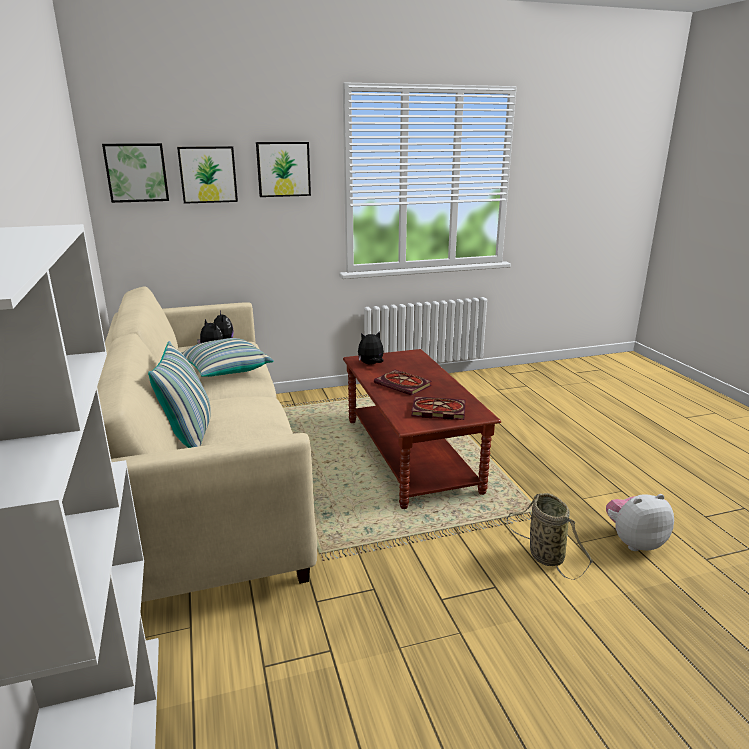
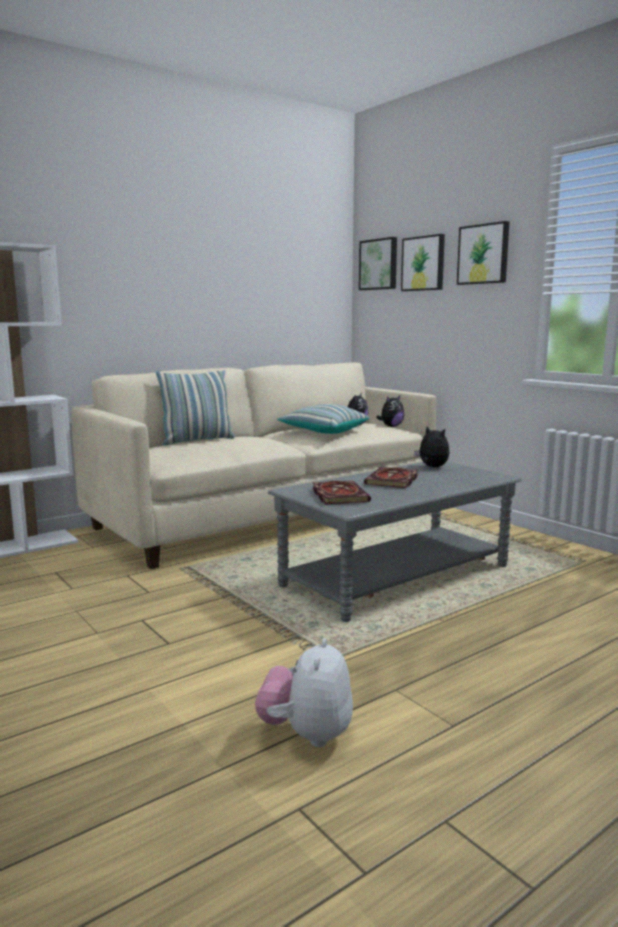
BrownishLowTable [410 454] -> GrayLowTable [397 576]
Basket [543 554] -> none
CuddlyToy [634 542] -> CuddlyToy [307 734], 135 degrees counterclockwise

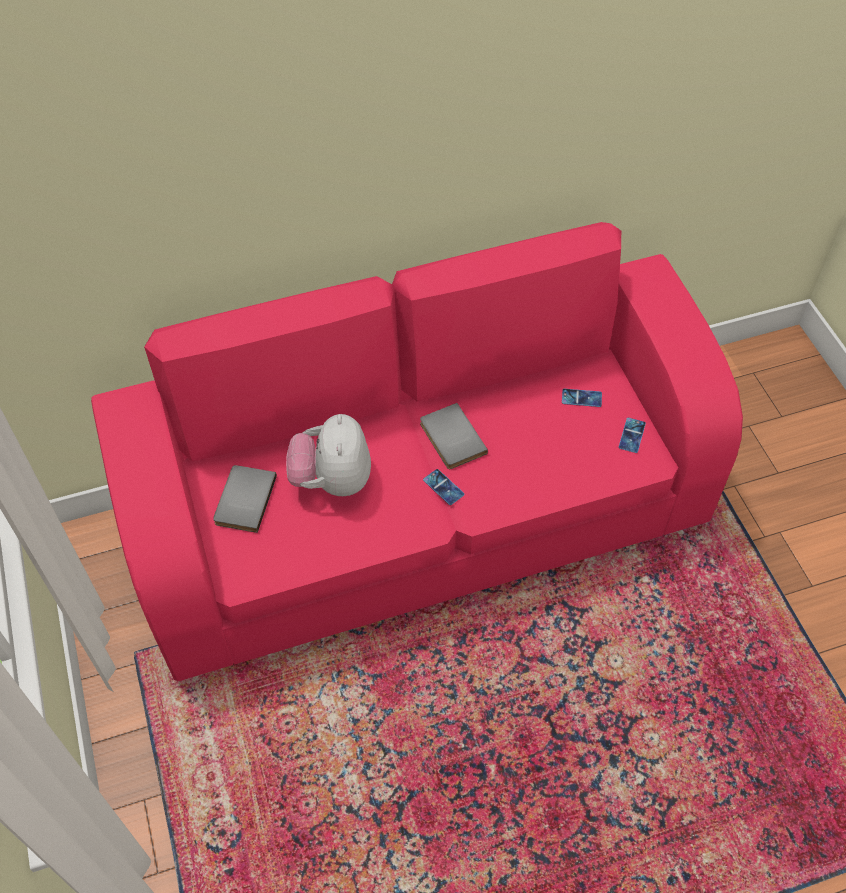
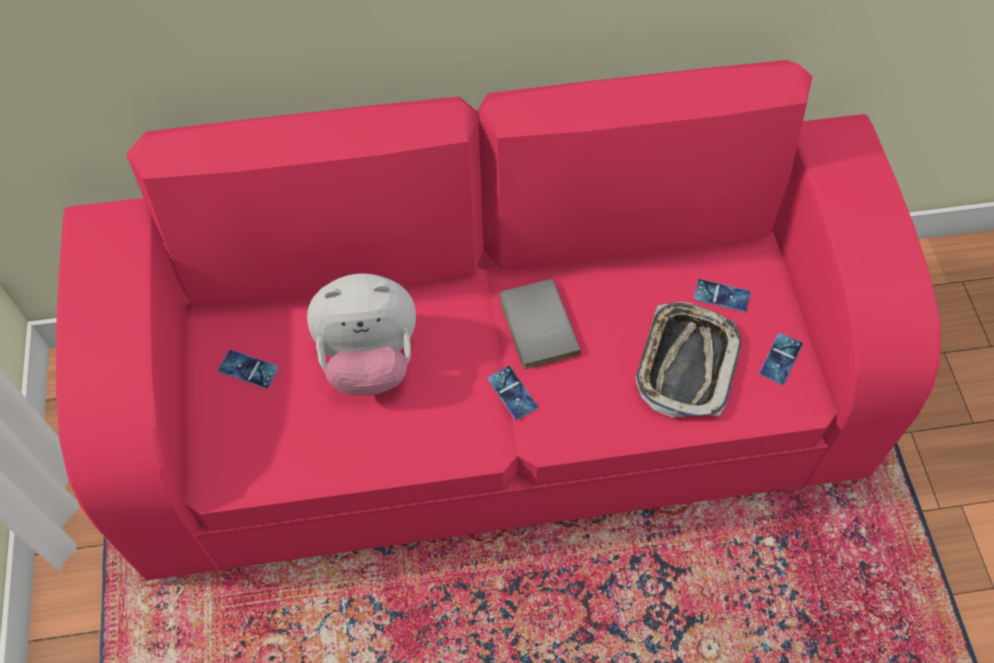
GrayBook [243 500] -> Telephone [248 369]
CuddlyToy [332 480] -> CuddlyToy [369 360], 105 degrees counterclockwise
none -> Tray [685 364]

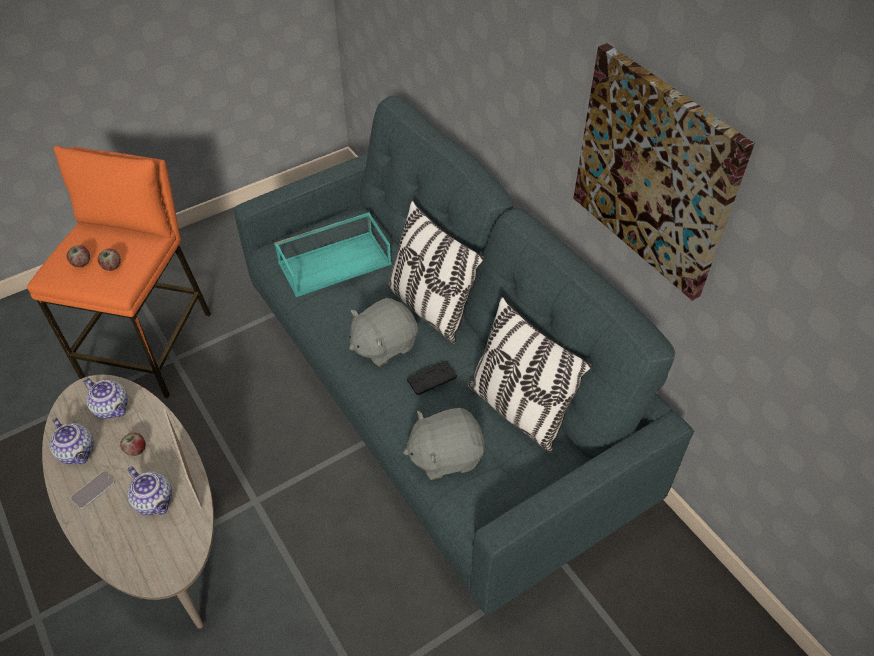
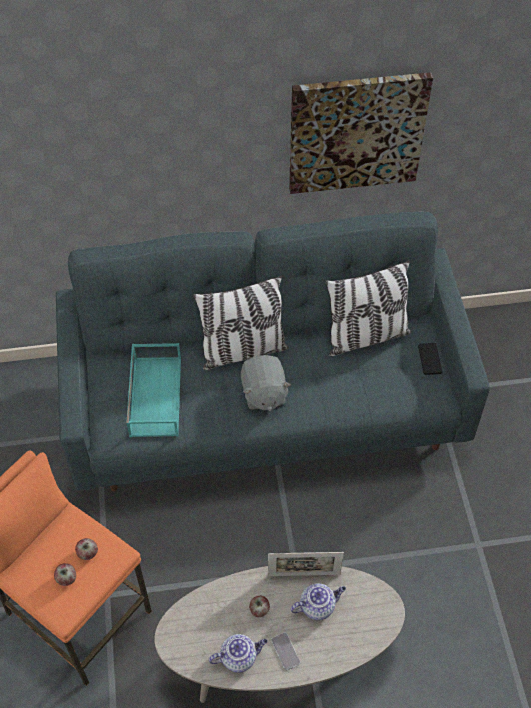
TeaPot [112 408] -> none
GrayCuddlyToy [445 455] -> none
BlackColouredJoypad [431 378] -> BlackColouredJoypad [429 359], moved

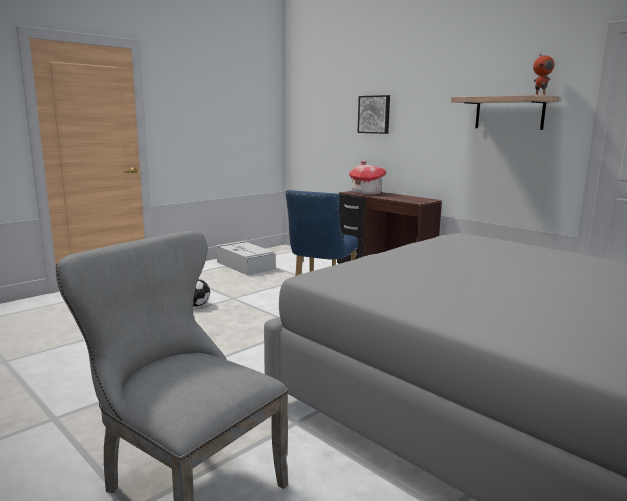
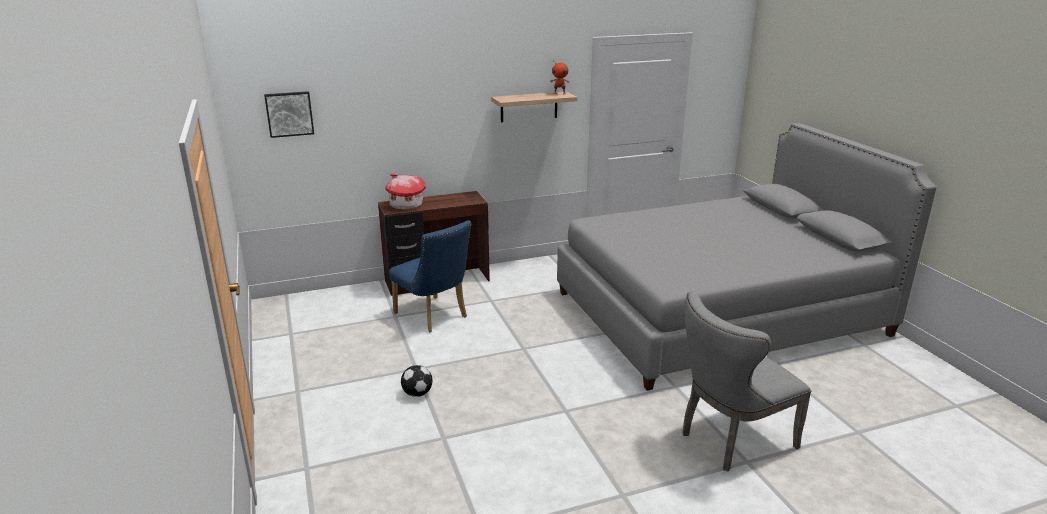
GrayStorageBin [244 265] -> none
WallPicture [374 114] -> WallPicture [289 114], moved

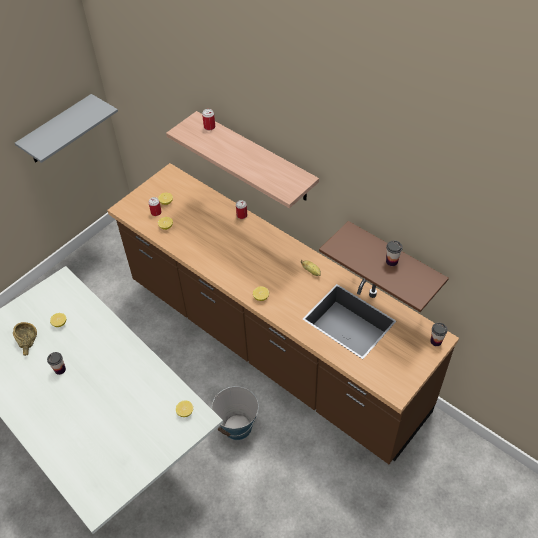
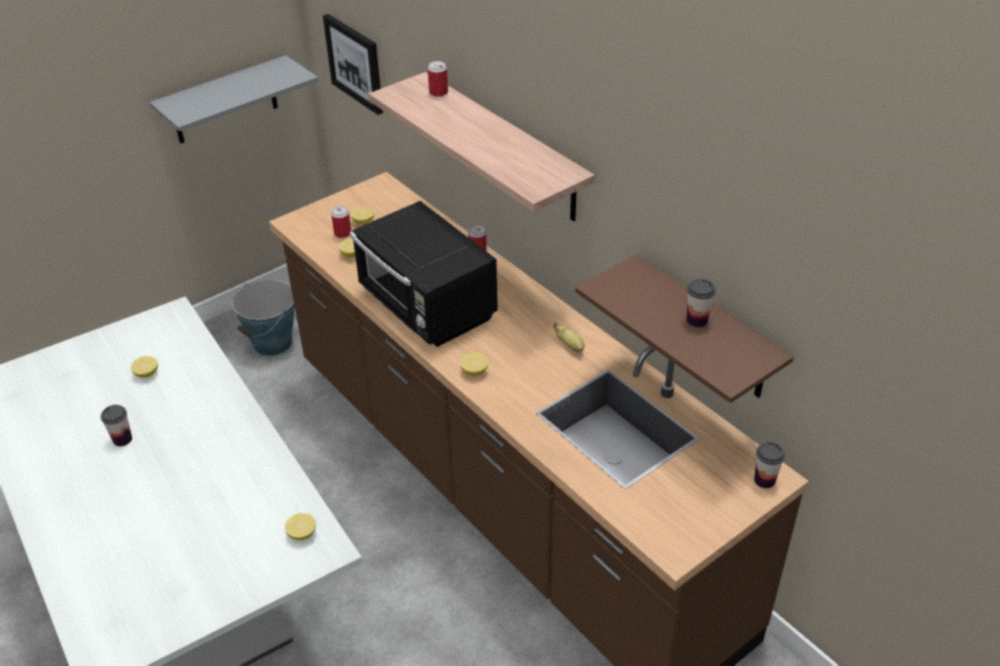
BrownishDeepDish [28 342] -> none
WaterBucket [237 427] -> WaterBucket [273 343], moved
none -> WallPicture [355 63]
none -> BlackColouredMicrowave [427 307]

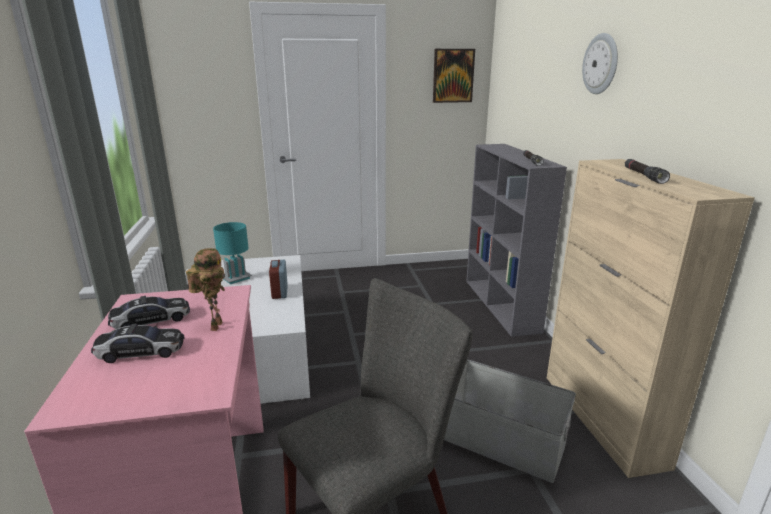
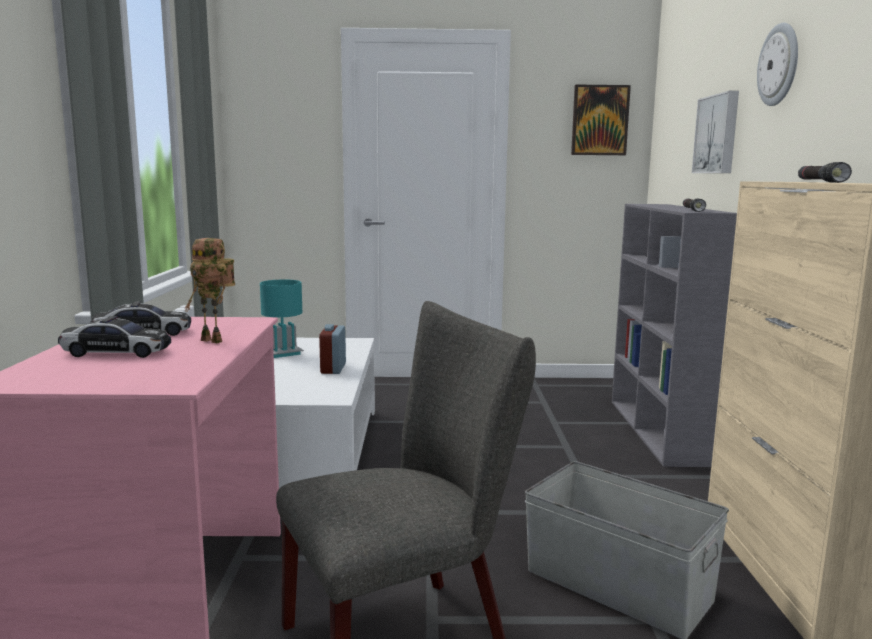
ToyRobot [215 325] -> ToyRobot [215 340], 105 degrees clockwise
none -> WallPicture [718 134]

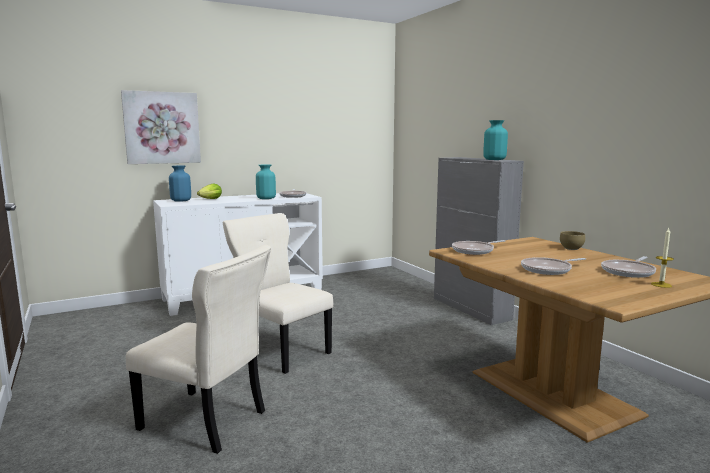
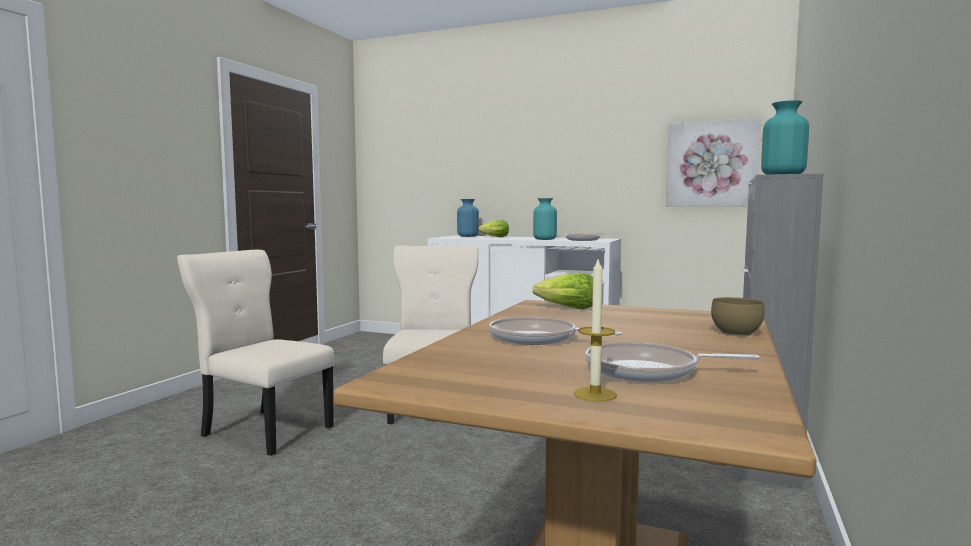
WallPicture [162 128] -> WallPicture [711 164], moved
BeigeColouredPlainChair [207 422] -> BeigeColouredPlainChair [264 430], 135 degrees clockwise
Skillet [475 251] -> LettuceHead [567 308]

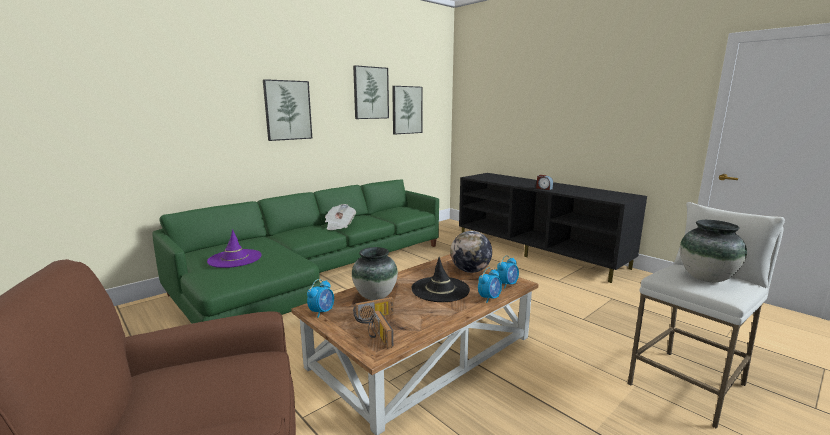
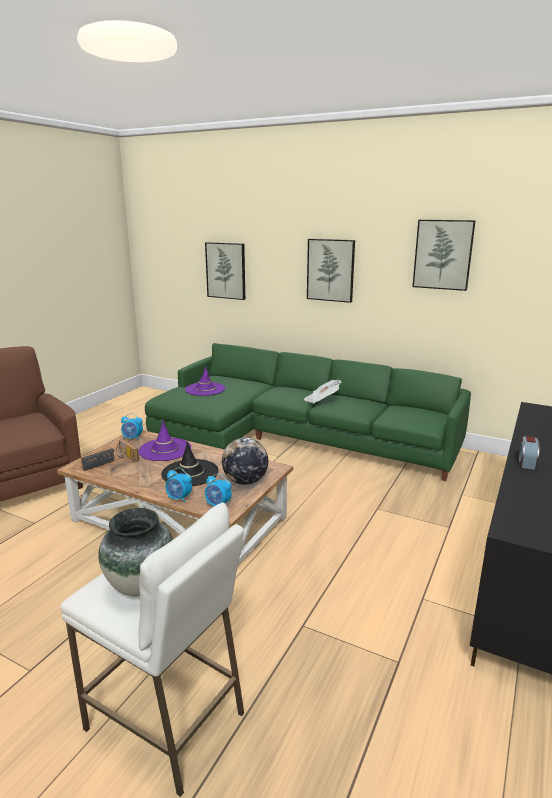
FlowerVase [375 296] -> PurpleWearableHat [165 450]
WallPicture [406 110] -> WallPicture [226 270], moved

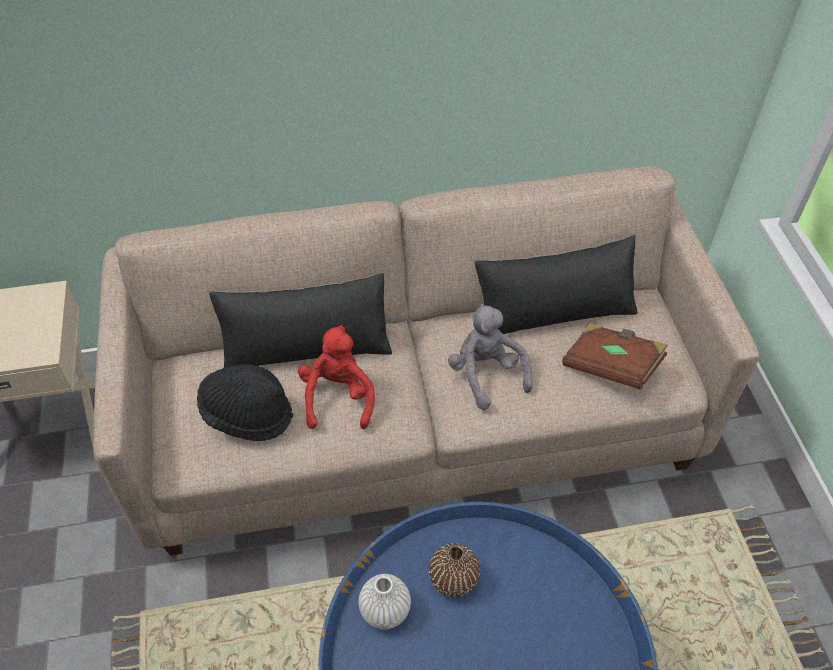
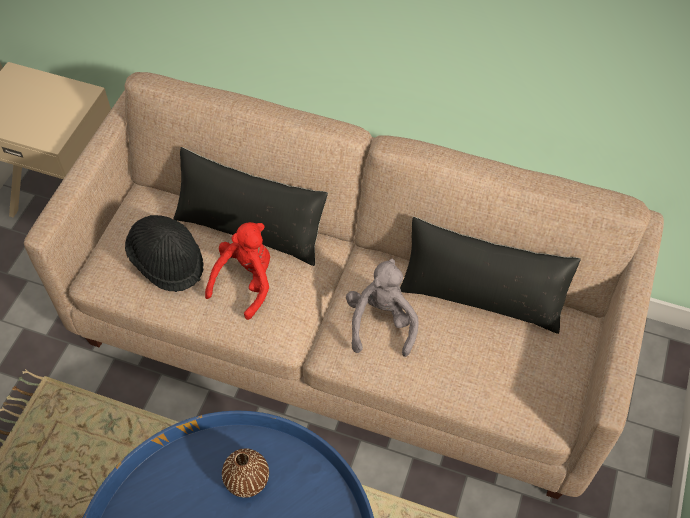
WhiteFlowerVase [385 610] -> none
BrownishBook [611 366] -> none

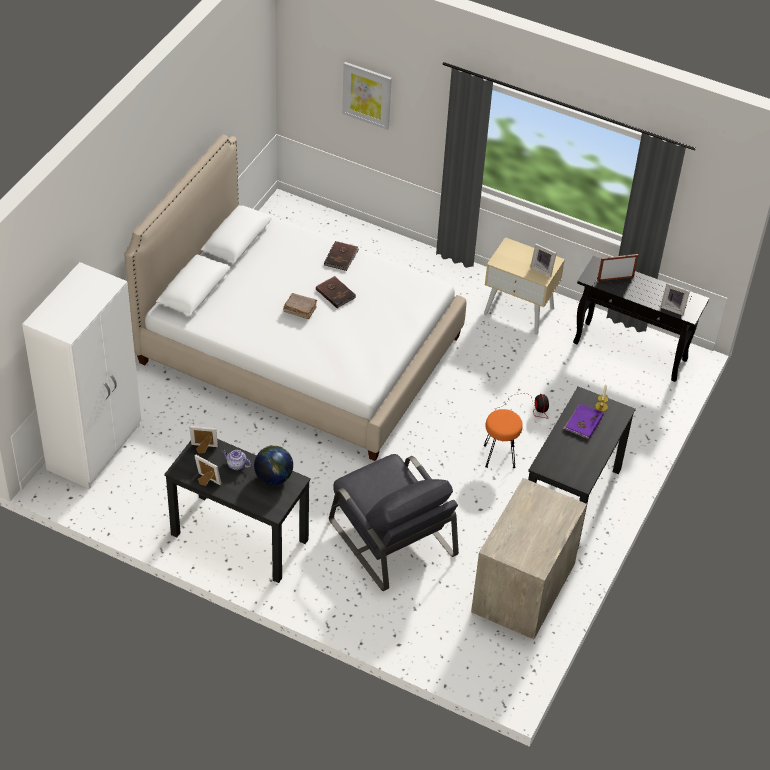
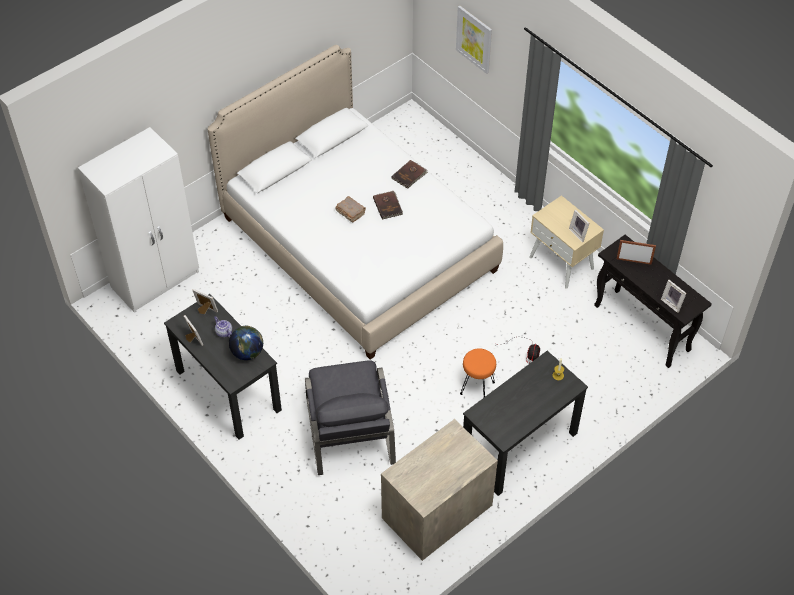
PurpleBook [583 422] -> none

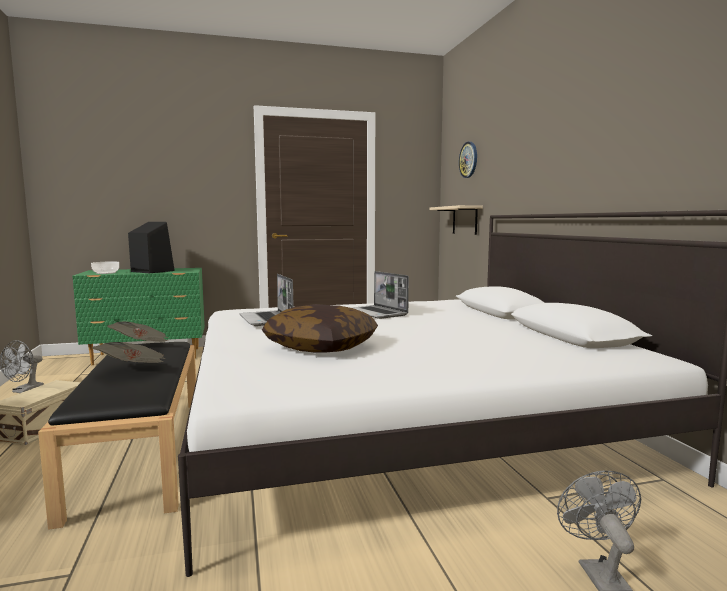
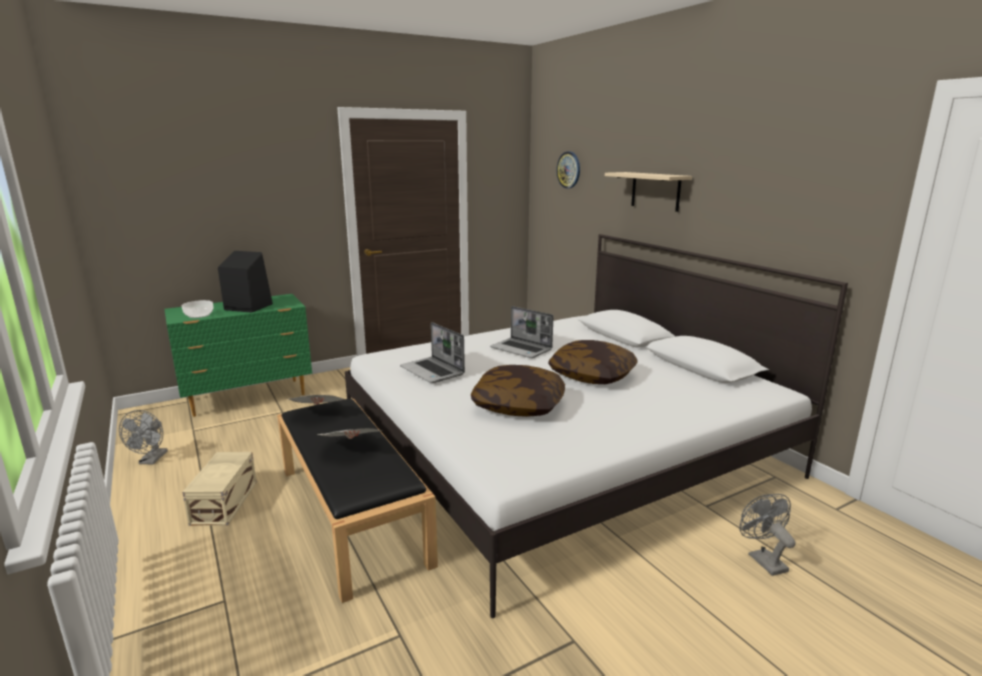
BeigeColouredBracketShelf [465 220] -> BeigeColouredBracketShelf [655 191], moved
none -> Pillow [592 376]

